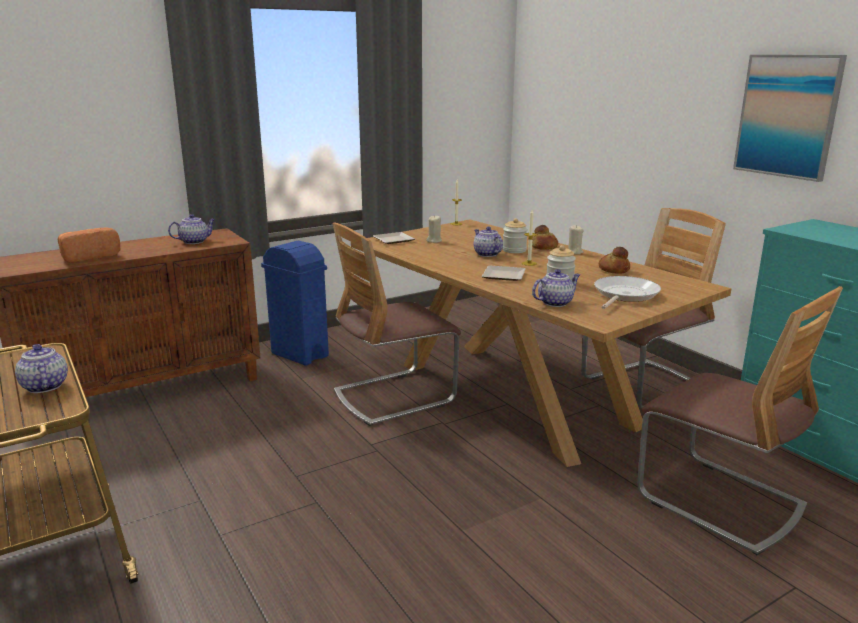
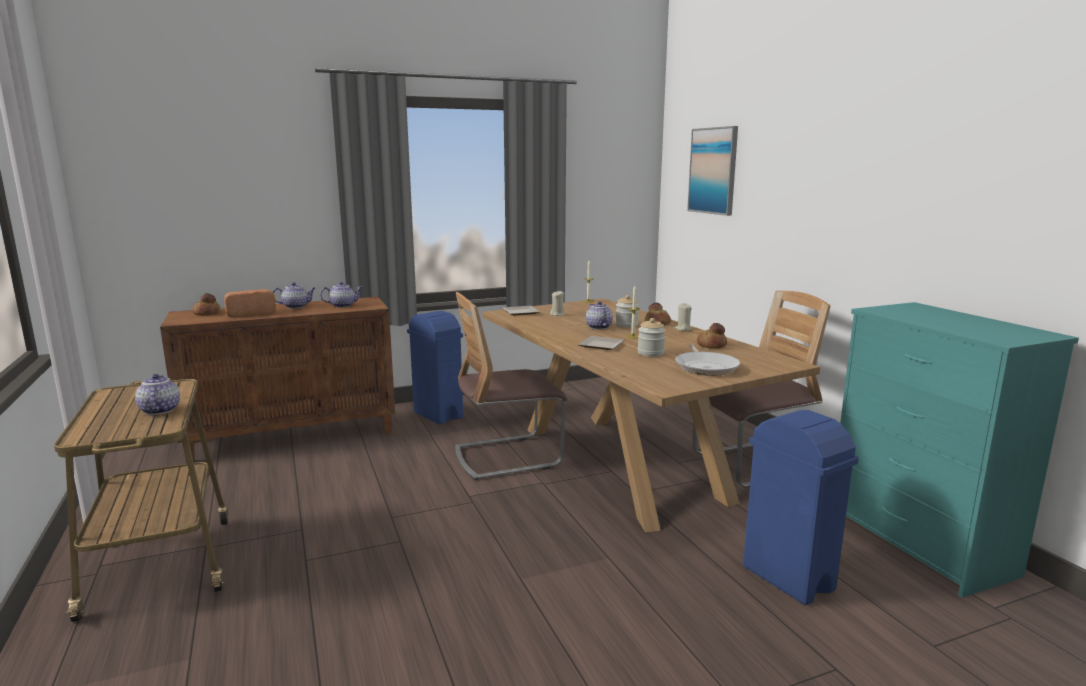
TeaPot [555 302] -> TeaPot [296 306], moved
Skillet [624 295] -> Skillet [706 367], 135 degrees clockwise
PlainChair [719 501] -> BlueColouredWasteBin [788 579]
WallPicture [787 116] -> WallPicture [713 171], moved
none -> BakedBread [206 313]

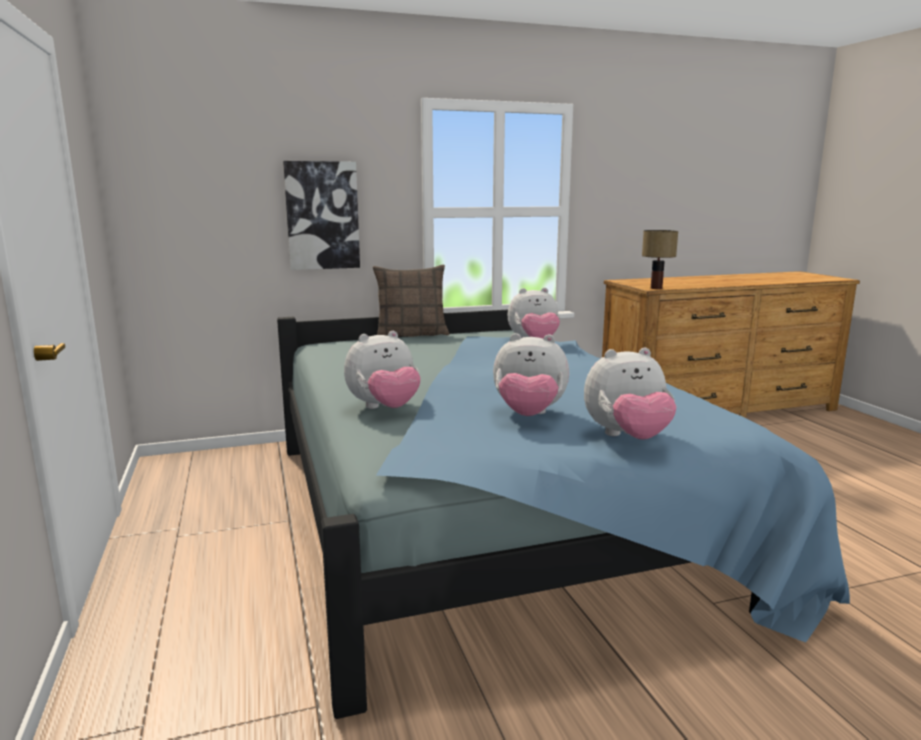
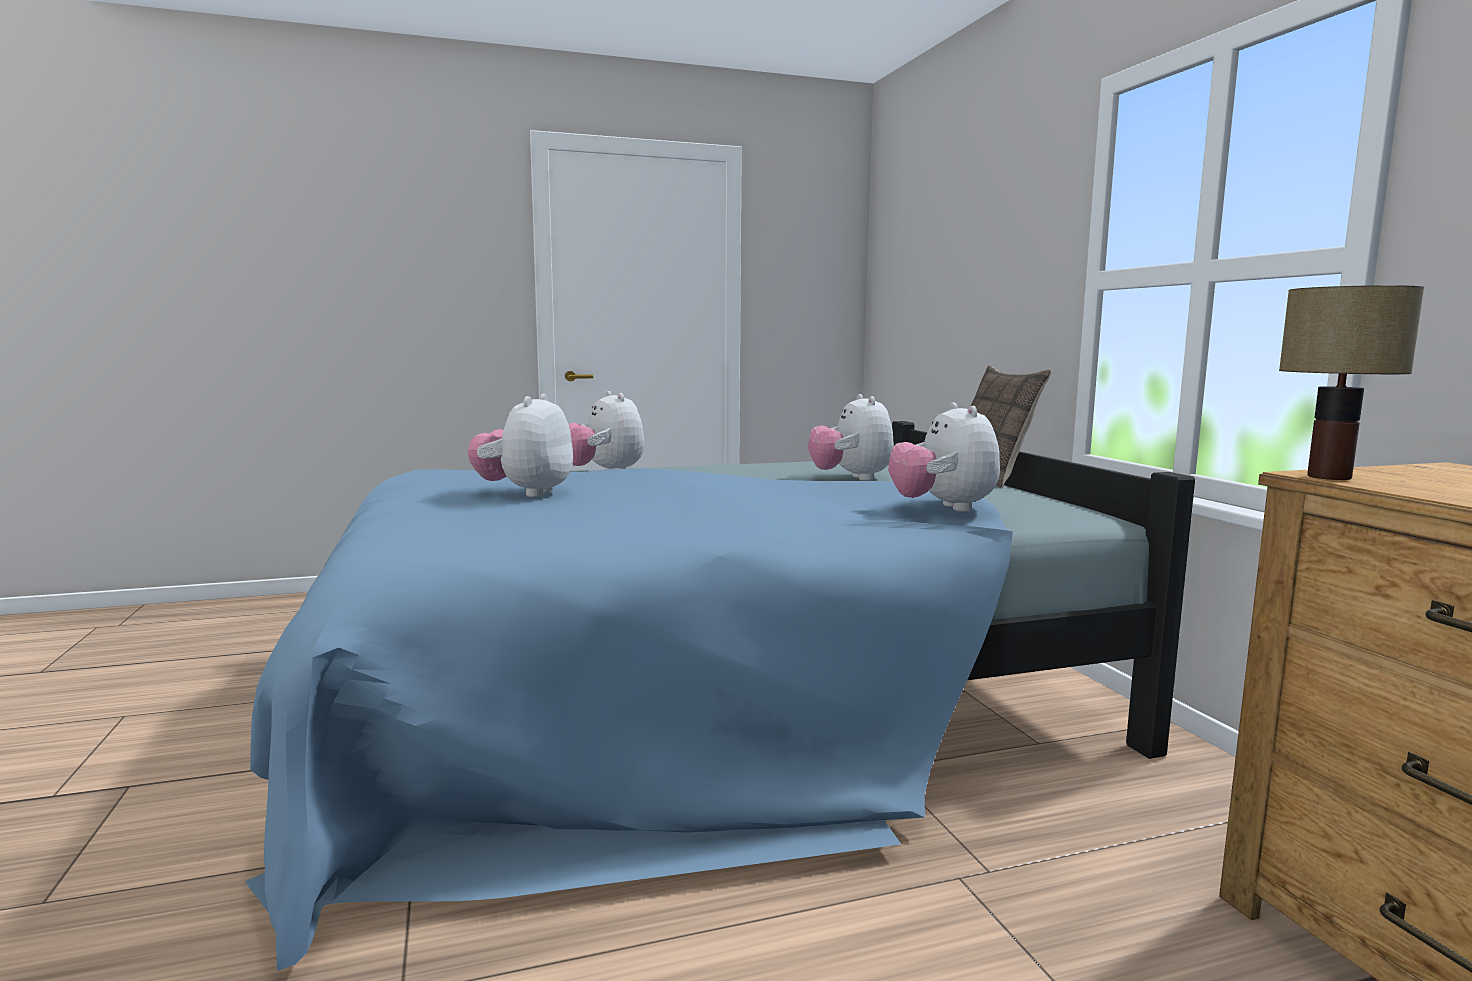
WallPicture [322 215] -> none
CuddlyToy [627 437] -> CuddlyToy [851 478], moved

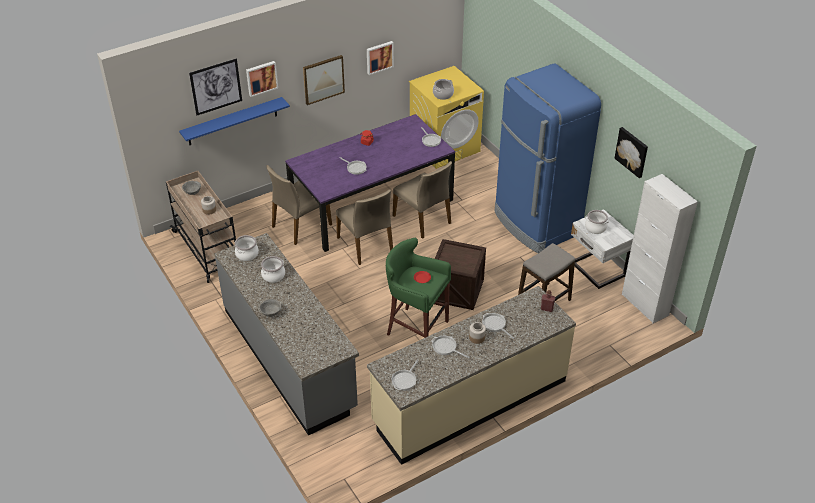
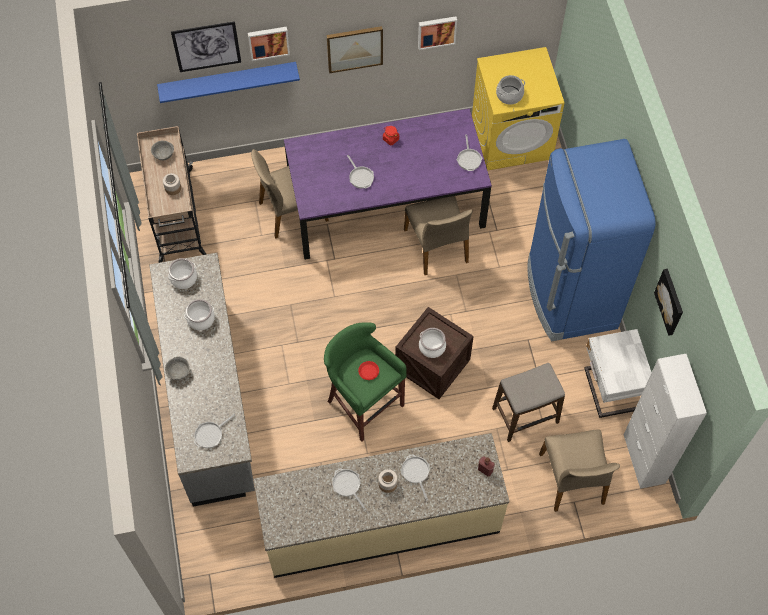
BeigeColouredPlainChair [366 245] -> BeigeColouredPlainChair [573 479], moved
Skillet [405 380] -> Skillet [210 434], moved
Saucepot [595 227] -> Saucepot [432 346], moved

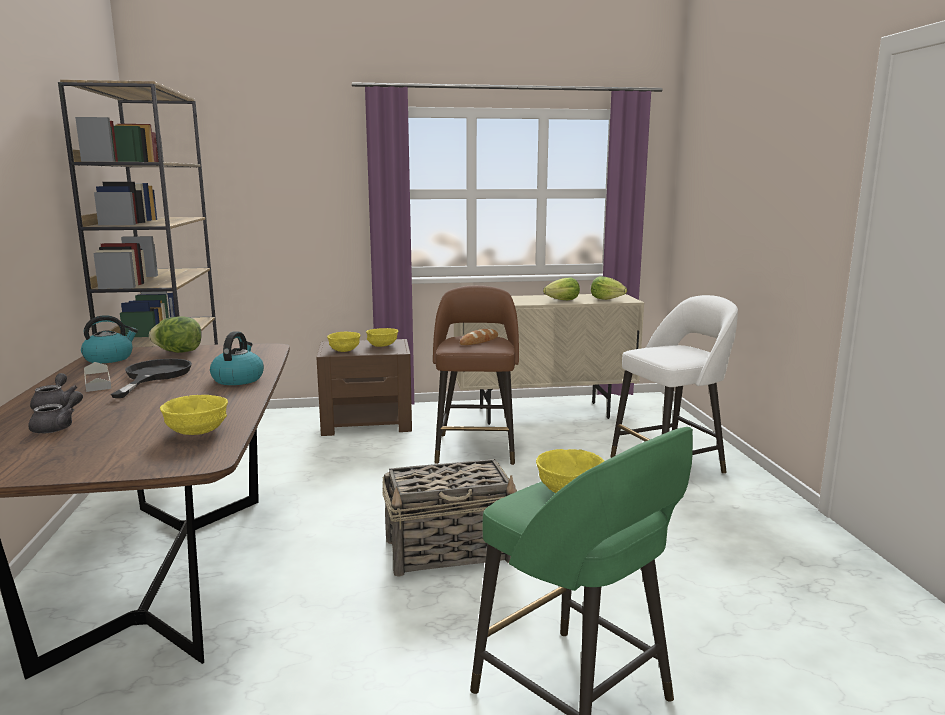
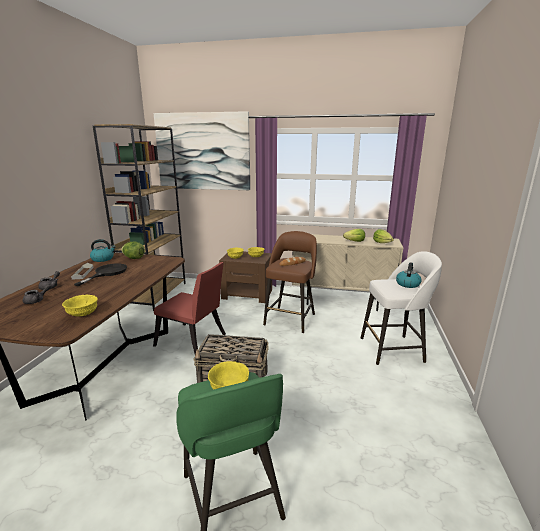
Kettle [238 379] -> Kettle [407 284], moved
none -> WallPicture [203 152]
none -> RedColouredPlainChair [193 342]

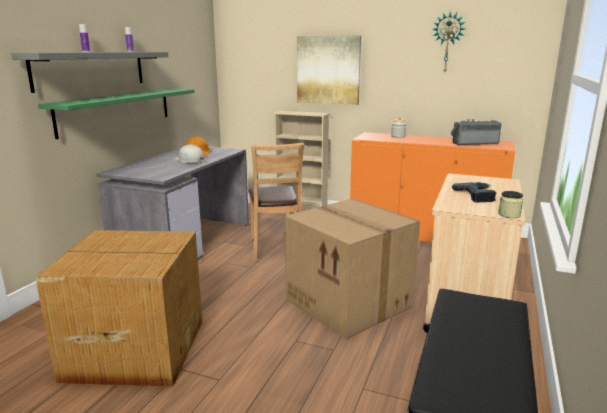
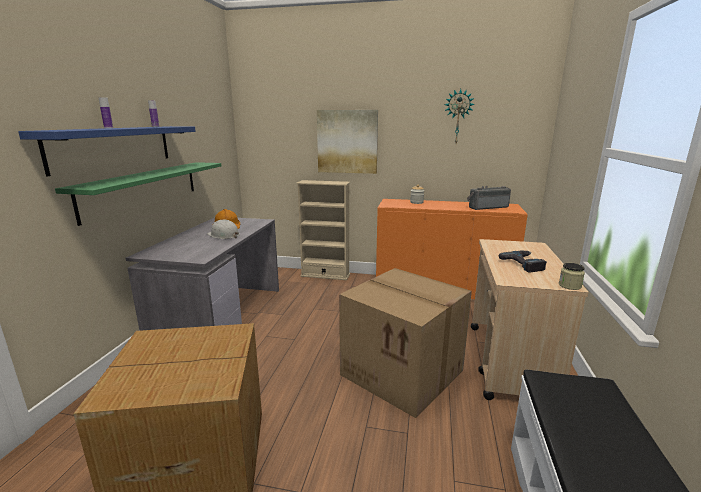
GrayBracketShelf [91 69] -> BlueColouredBracketShelf [114 147]
BrownishPlainChair [276 247] -> none

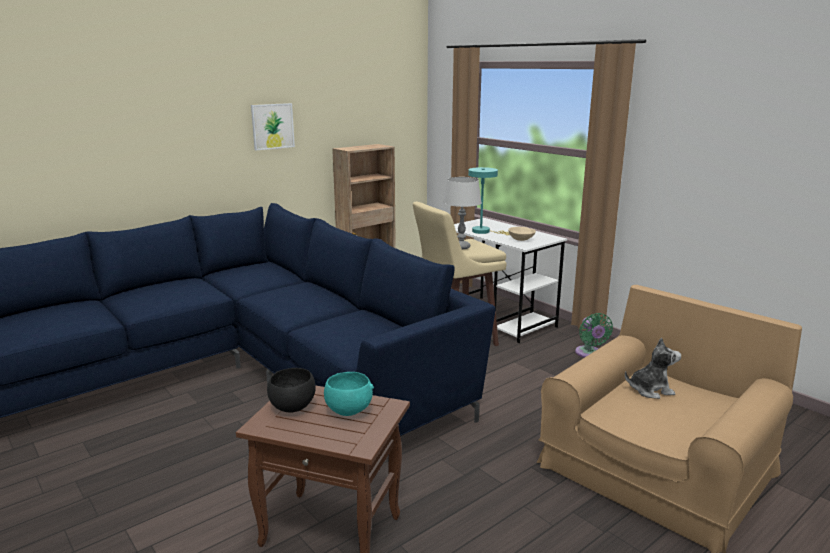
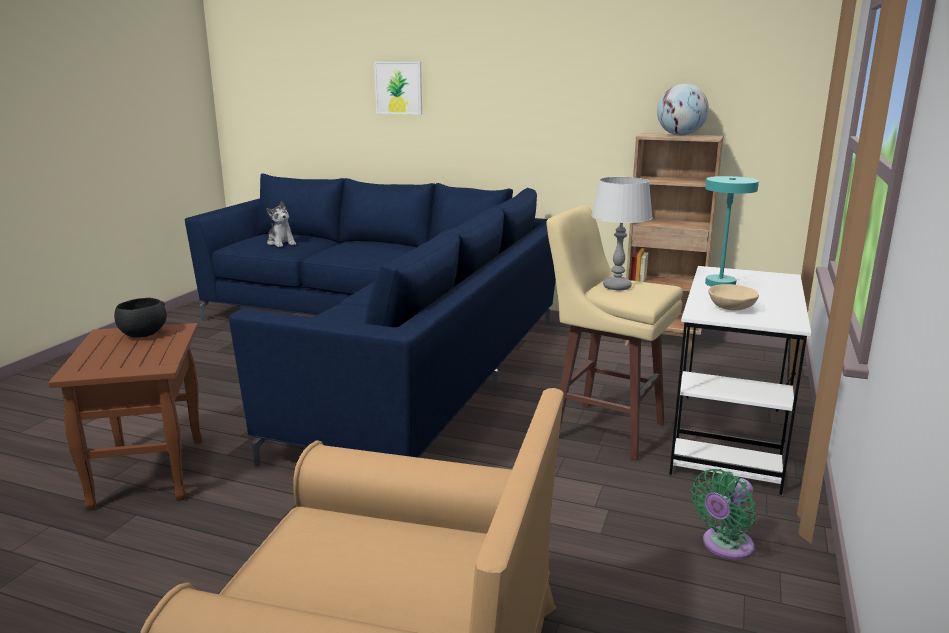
WallPicture [272 126] -> WallPicture [398 88], moved
BlueGreenDeepDish [348 410] -> none
CuddlyToy [650 390] -> CuddlyToy [281 243], moved
none -> DeskGlobe [680 135]

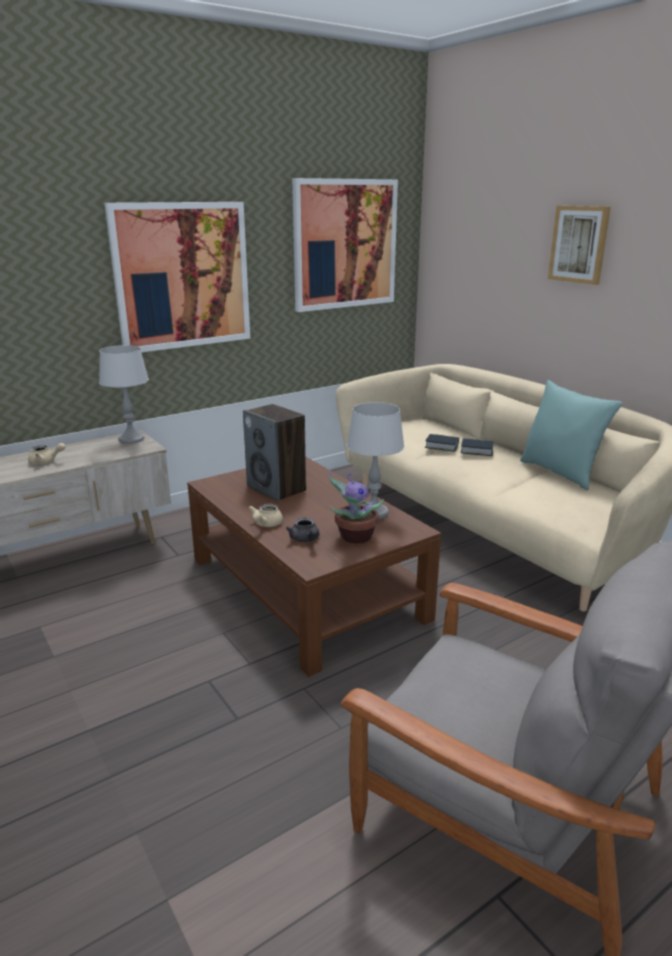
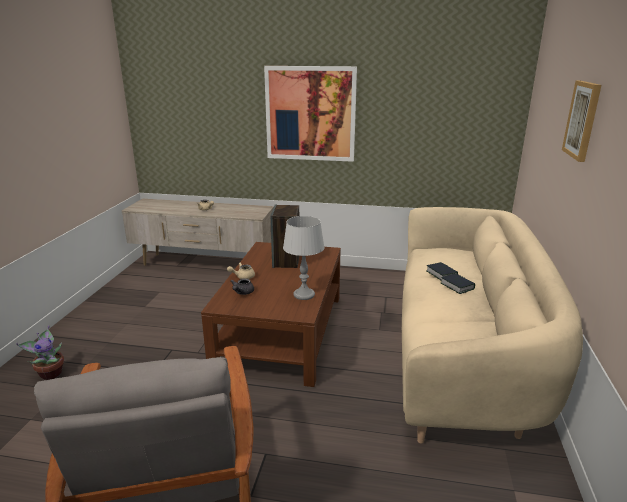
GrayTabletopLamp [131 439] -> none
WallPicture [345 244] -> none
Houseplant [354 537] -> Houseplant [50 373], moved
BlueGreenPillow [561 472] -> none

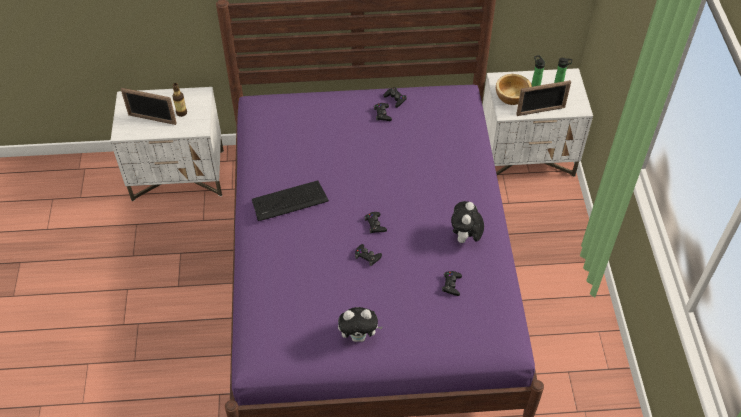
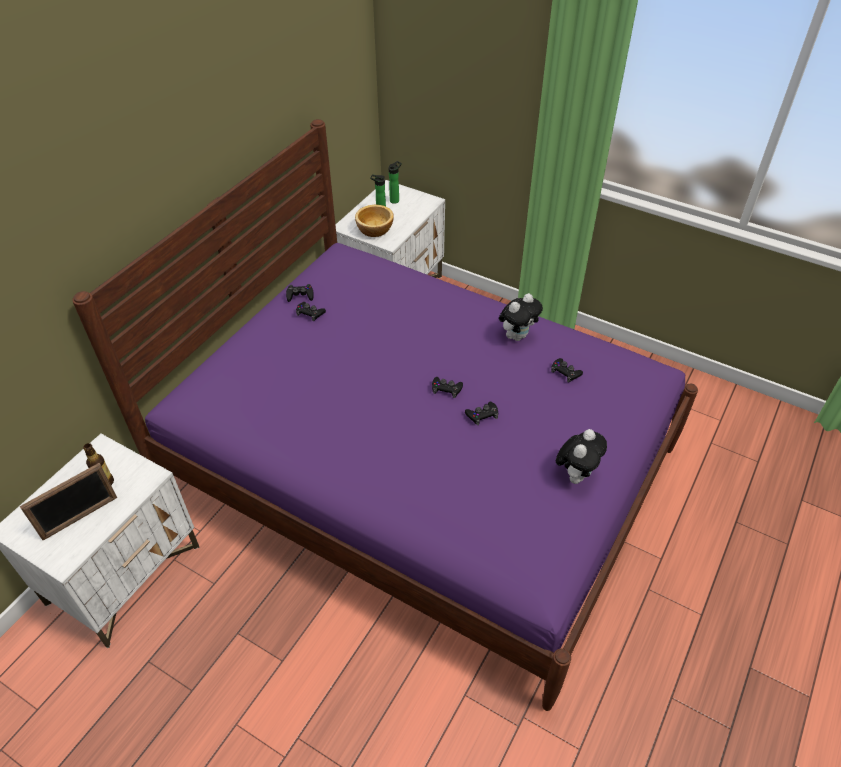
ComputerKeyboard [289 201] -> none
CuddlyToy [465 238] -> CuddlyToy [517 336], 90 degrees counterclockwise
PictureFrame [540 111] -> none

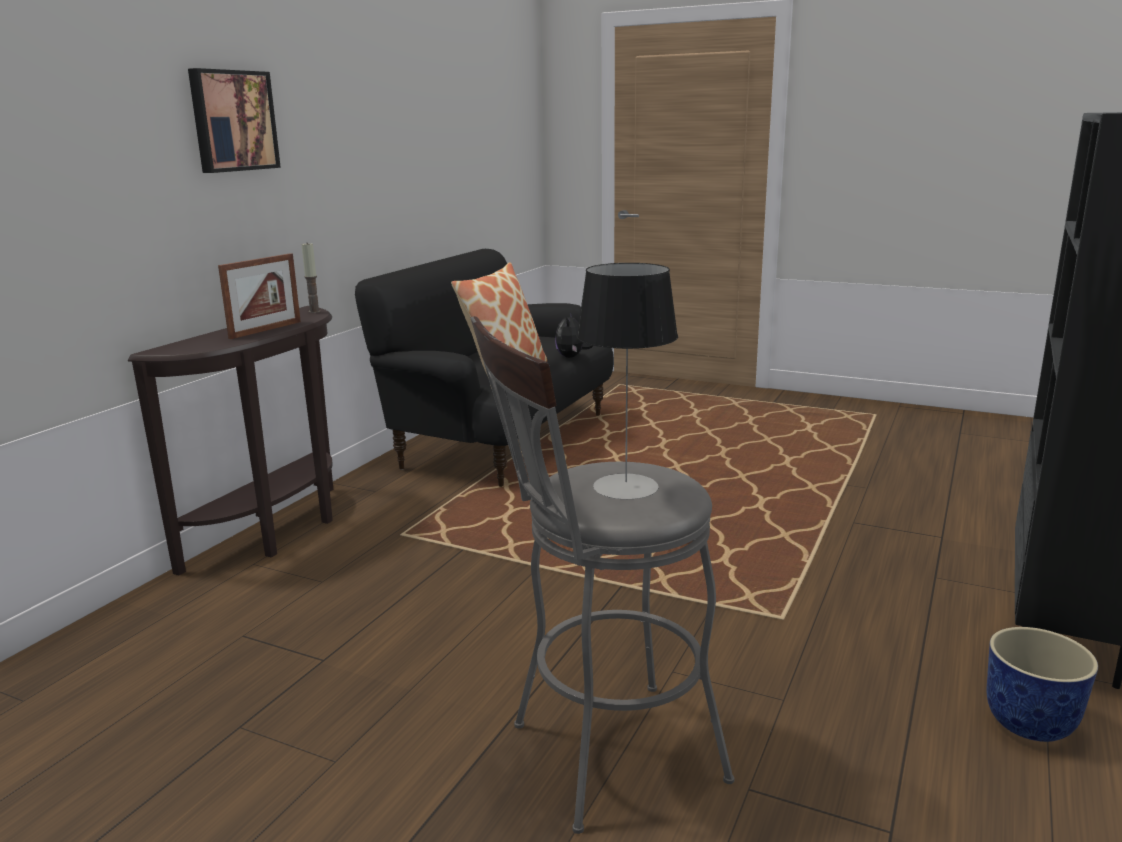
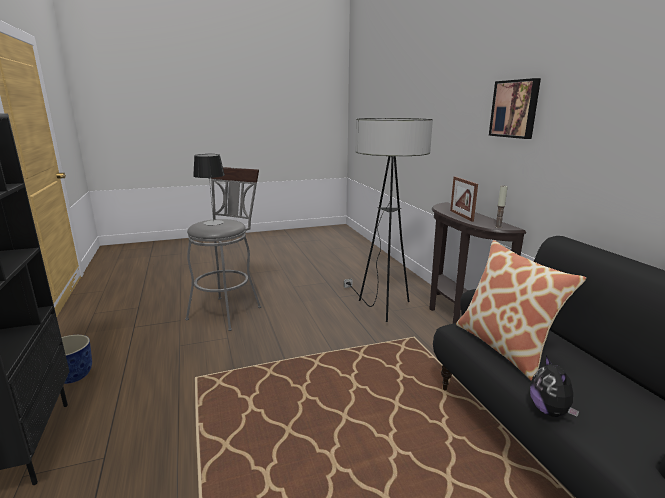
CuddlyToy [572 357] -> CuddlyToy [550 411], 150 degrees counterclockwise
none -> StandardLamp [382 310]

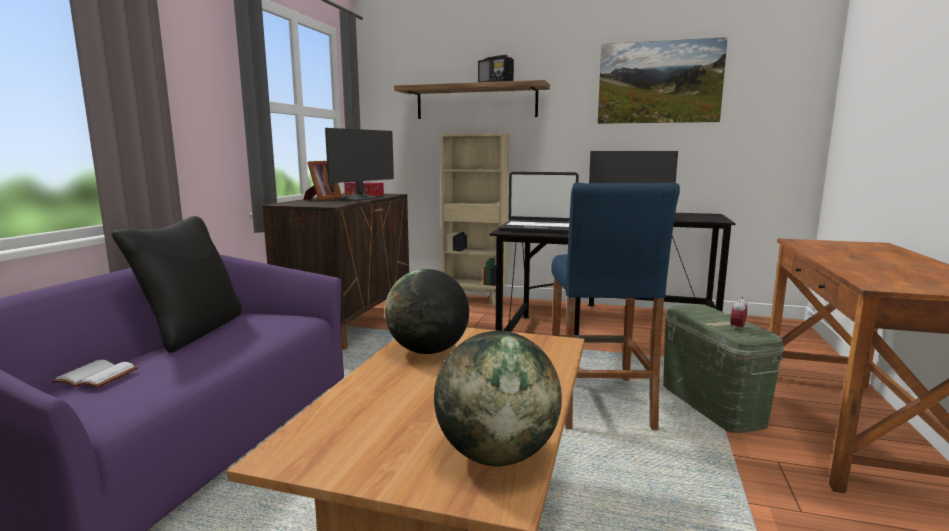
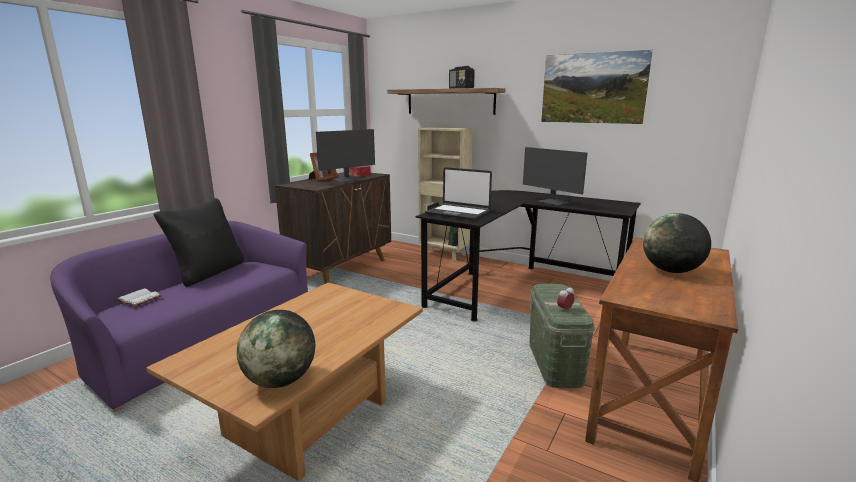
DeskGlobe [428 351] -> DeskGlobe [671 271], moved
BlueColouredSittingStool [598 401] -> none

